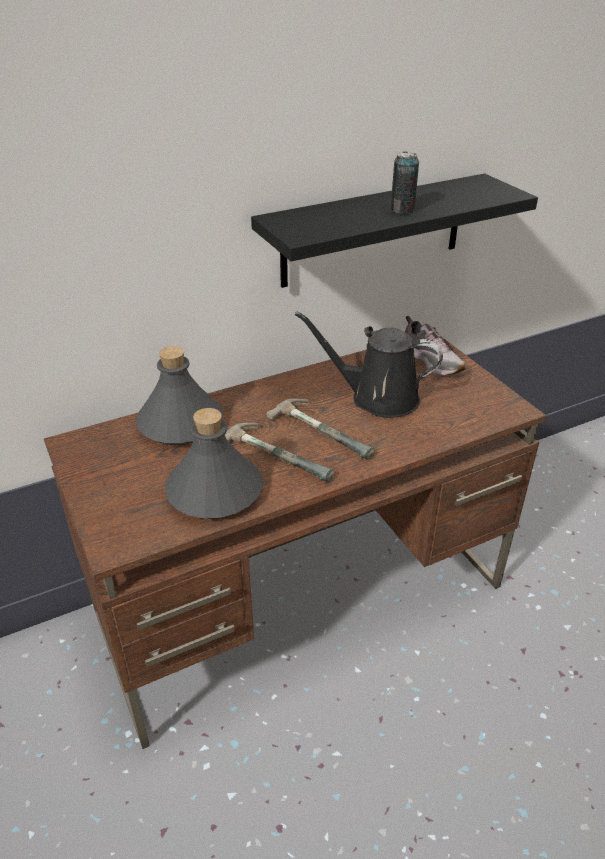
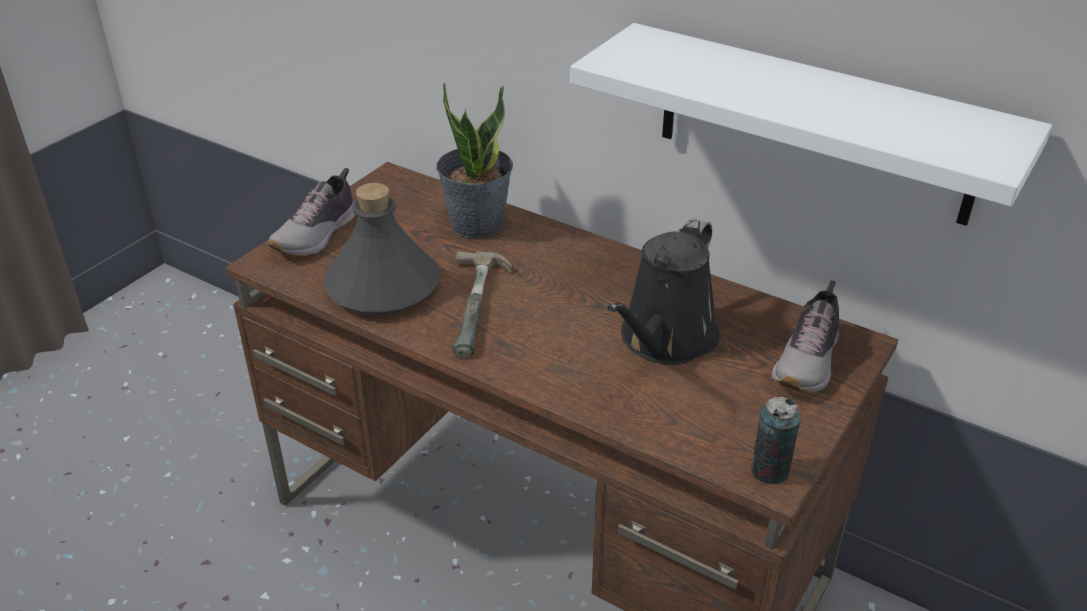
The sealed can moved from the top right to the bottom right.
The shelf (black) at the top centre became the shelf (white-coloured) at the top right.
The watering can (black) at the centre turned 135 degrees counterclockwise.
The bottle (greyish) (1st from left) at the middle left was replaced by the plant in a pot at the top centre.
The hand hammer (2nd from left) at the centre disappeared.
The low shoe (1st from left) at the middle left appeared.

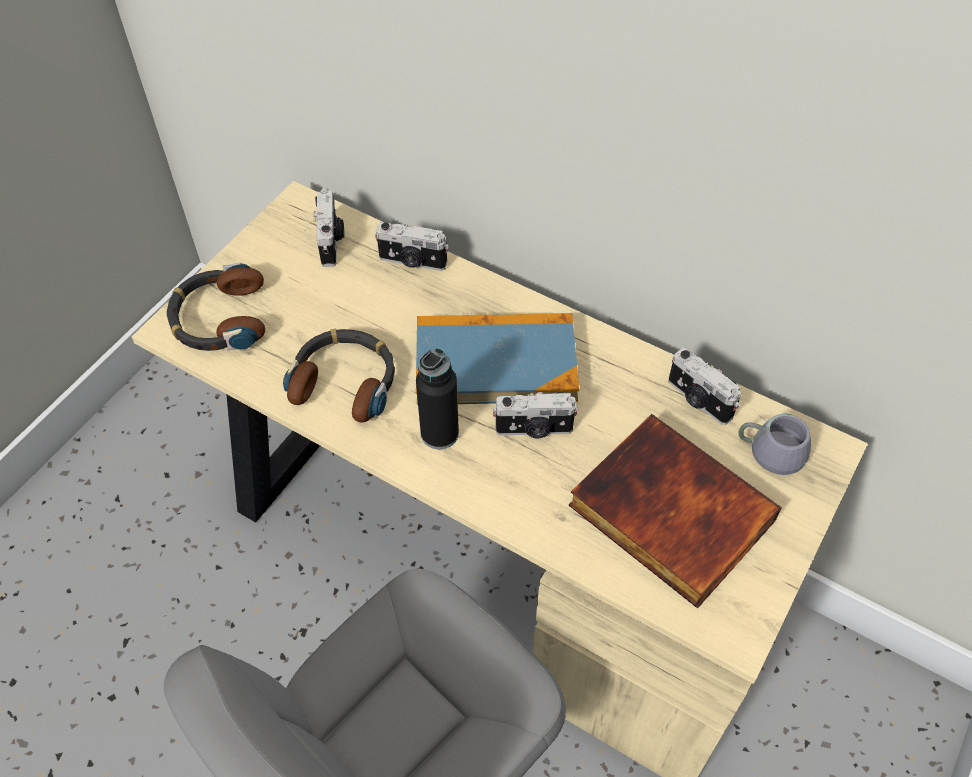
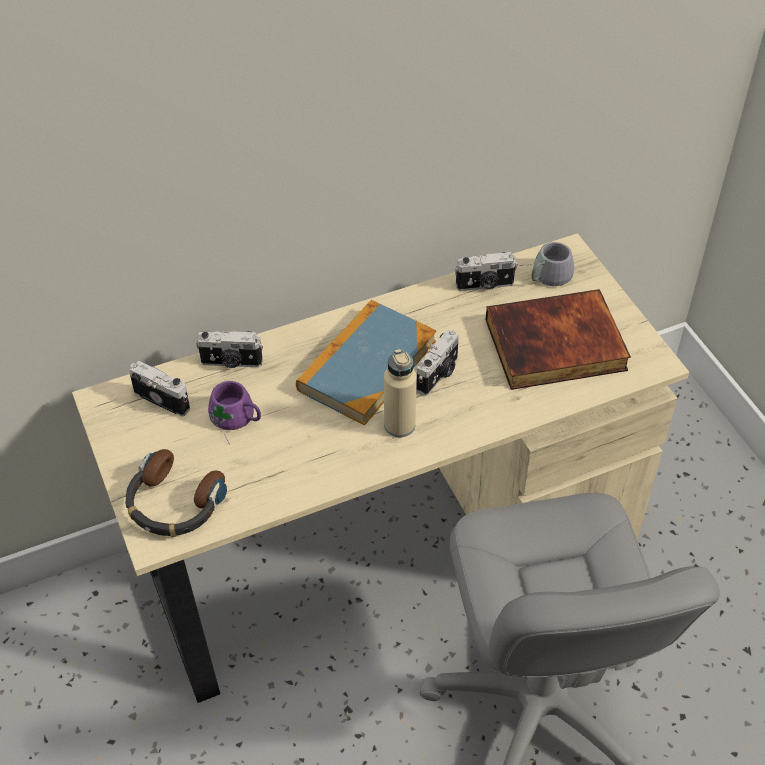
The photo camera (2nd from left) at the top centre turned 45 degrees clockwise.
The headphones (2nd from left) at the centre disappeared.
The bottle (black) at the centre became the bottle (beige-coloured) at the centre.
The mug (purple) at the middle left appeared.

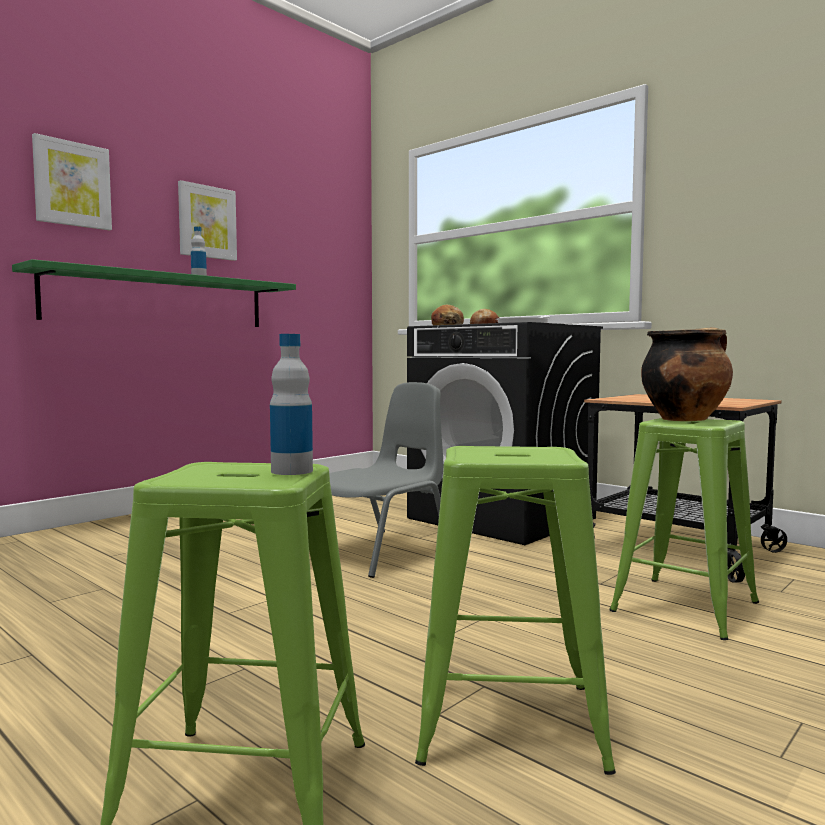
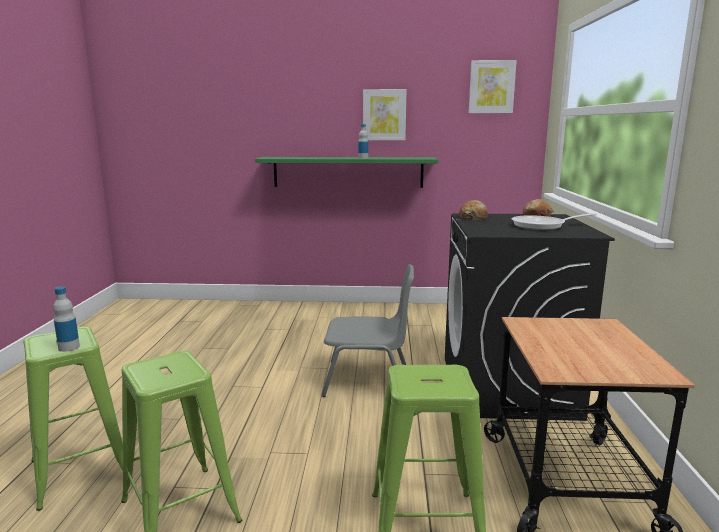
The wall picture (1st from left in the first image) moved from the top left to the top right.
The stockpot at the middle right disappeared.

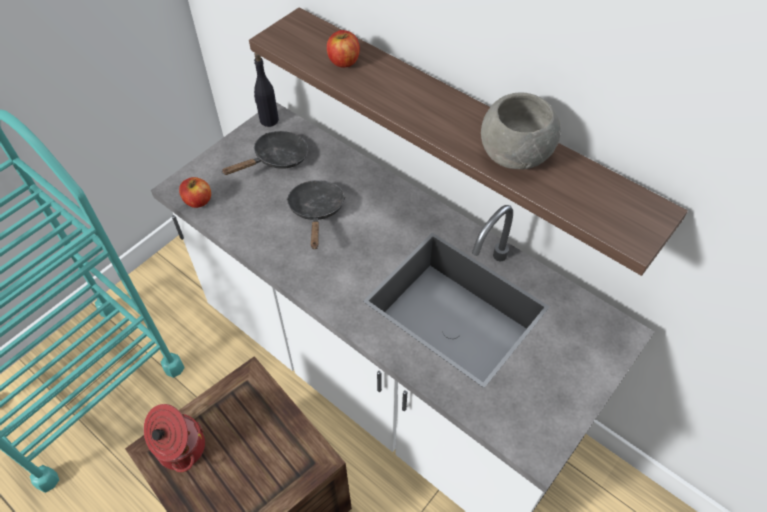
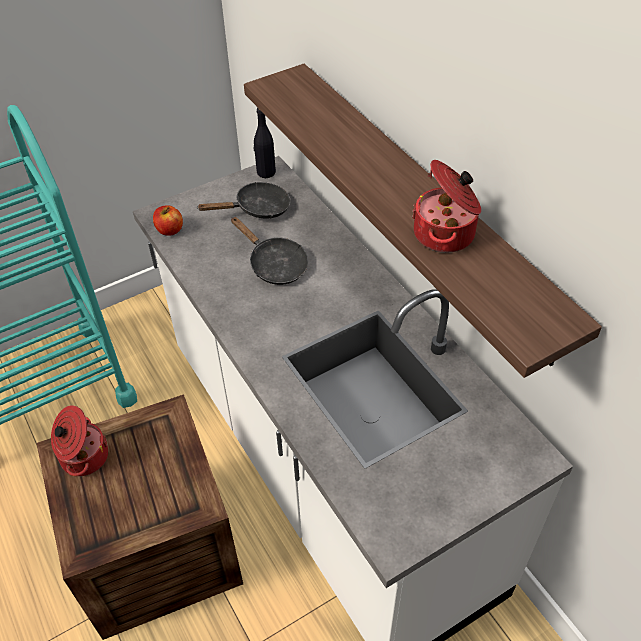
The whole apple (2nd from left) at the top centre disappeared.
The serving bowl (greyish) at the top right was replaced by the stockpot (2nd from left) at the top right.
The frying pan (black) (2nd from left) at the centre turned 120 degrees clockwise.

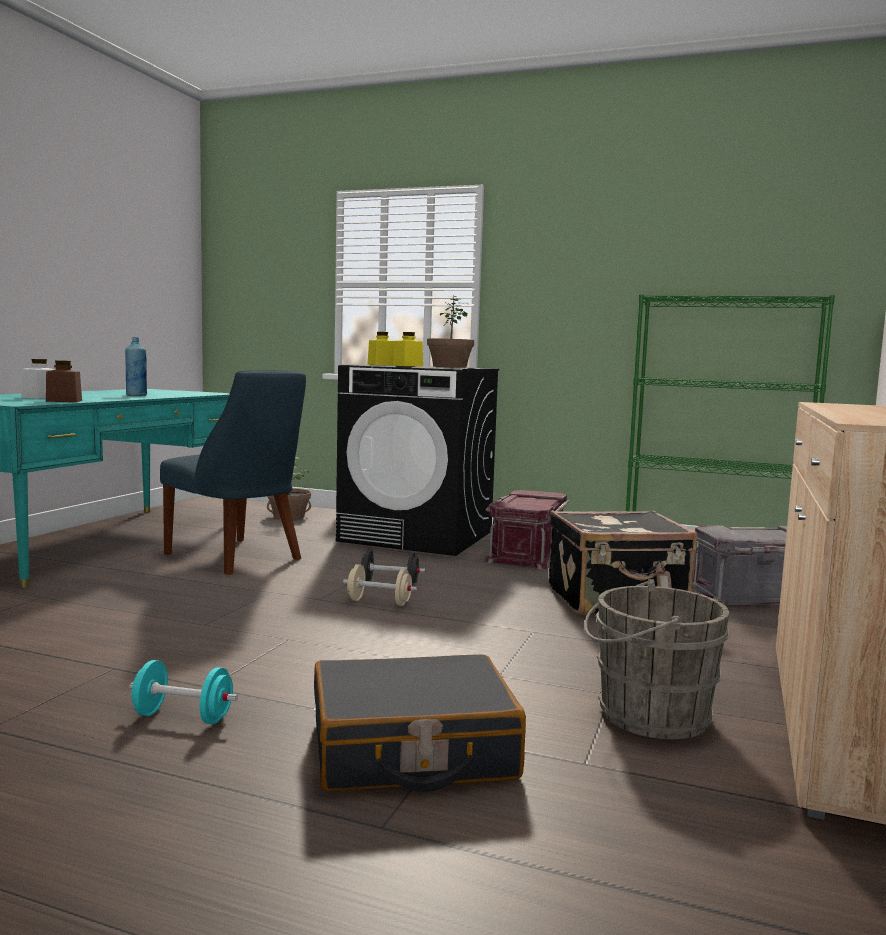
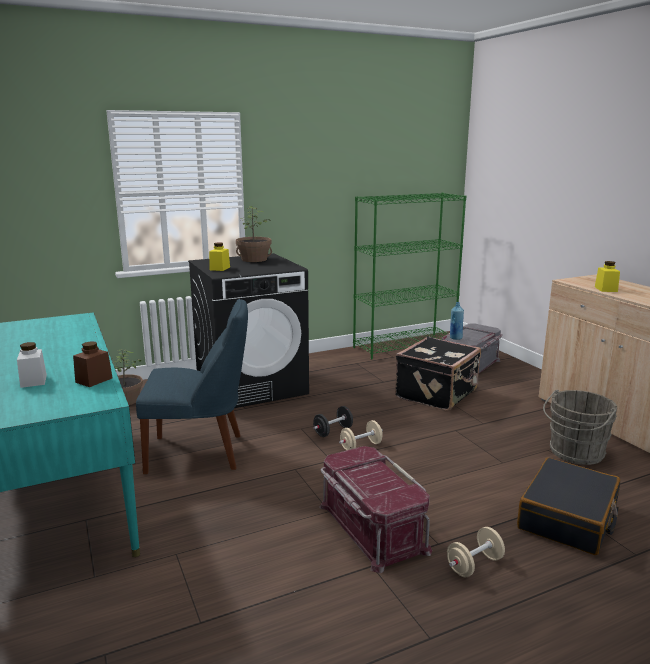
The preserve jar (yellow-coloured) (2nd from left) moved from the centre to the middle right.
The bottle (blue) moved from the middle left to the middle right.
The storage container (reddish) moved from the centre to the bottom centre.
The free weight (turquoise-coloured) at the bottom left became the free weight (beige-coloured) (2nd from left) at the bottom right.

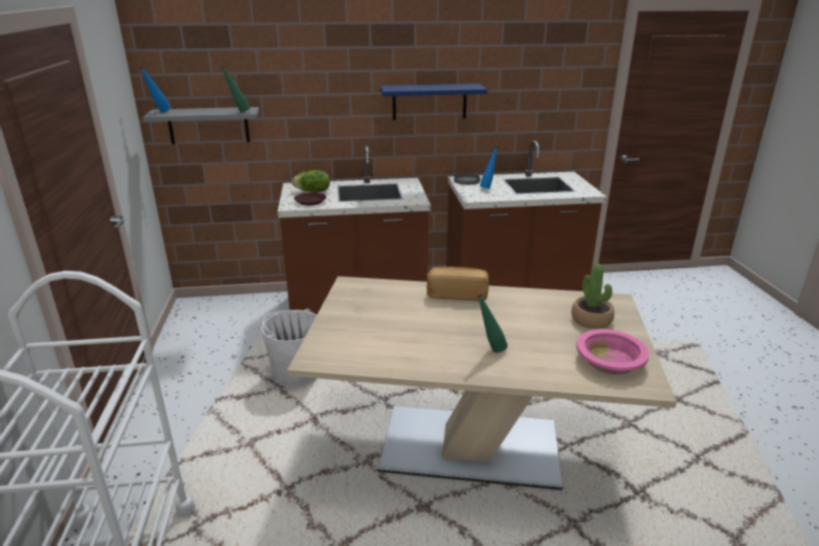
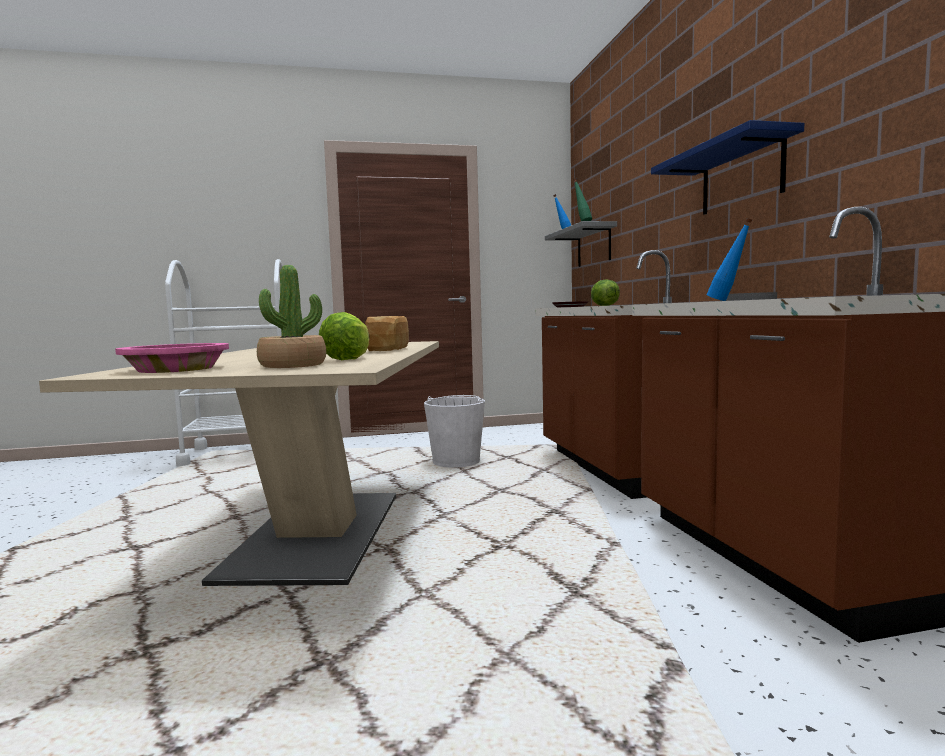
The bottle (green) (2nd from left) at the centre disappeared.
The lettuce head (1st from left) at the centre appeared.

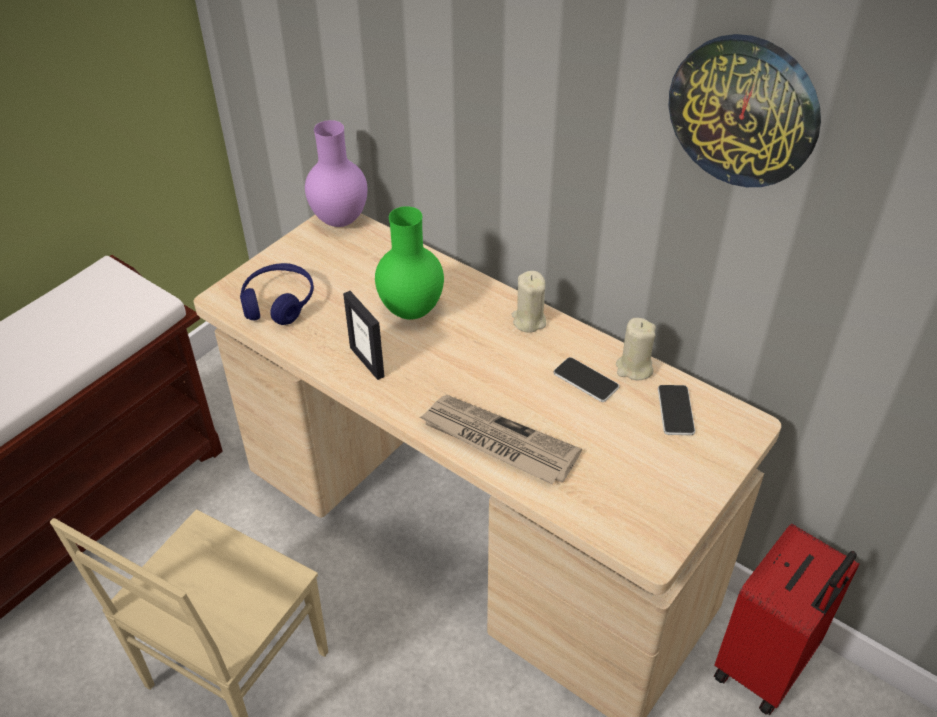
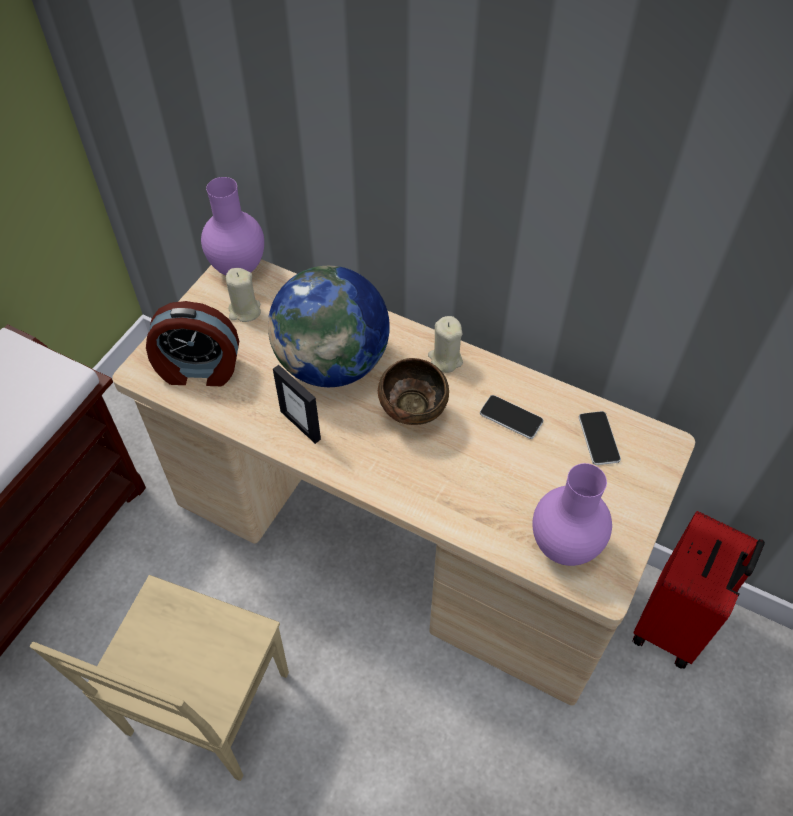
The wall clock at the top right disappeared.
The decorative vase (green) at the centre was replaced by the world globe at the centre.
The headphones (blue) at the middle left was replaced by the alarm clock at the middle left.
The wax light (beige-coloured) (2nd from left in the first image) moved from the middle right to the middle left.
The newspaper at the centre disappeared.
The serving bowl (brownish) at the centre appeared.
The decorative vase (purple) (2nd from left) at the middle right appeared.

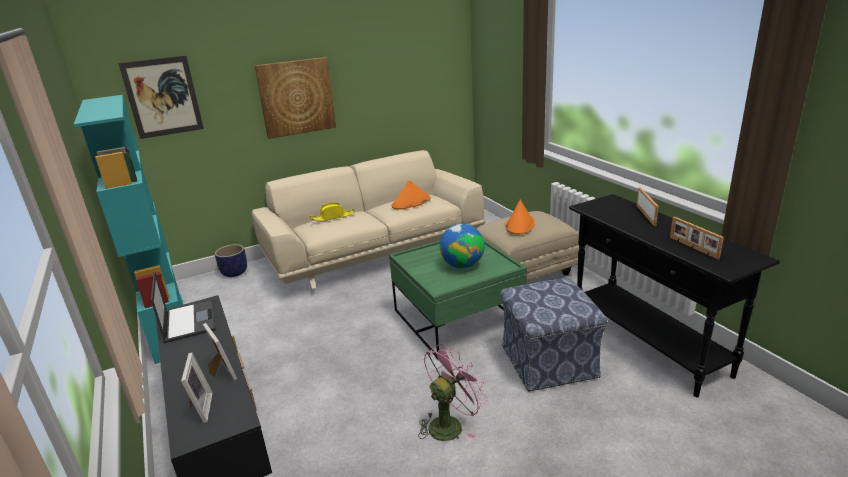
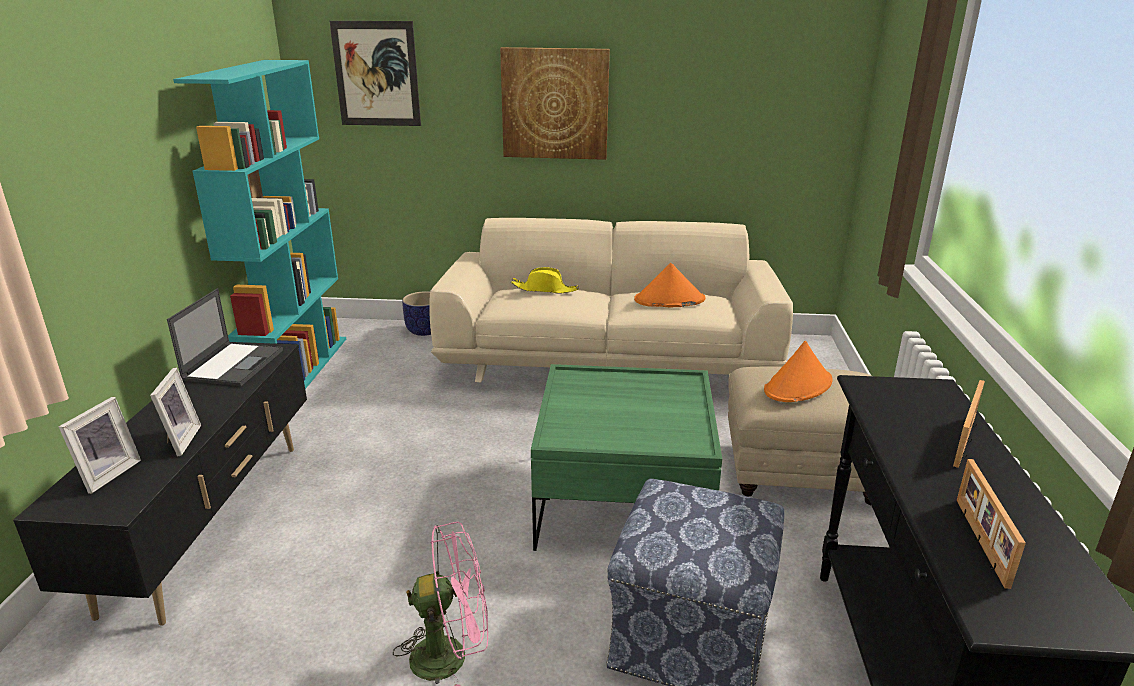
The world globe at the centre disappeared.

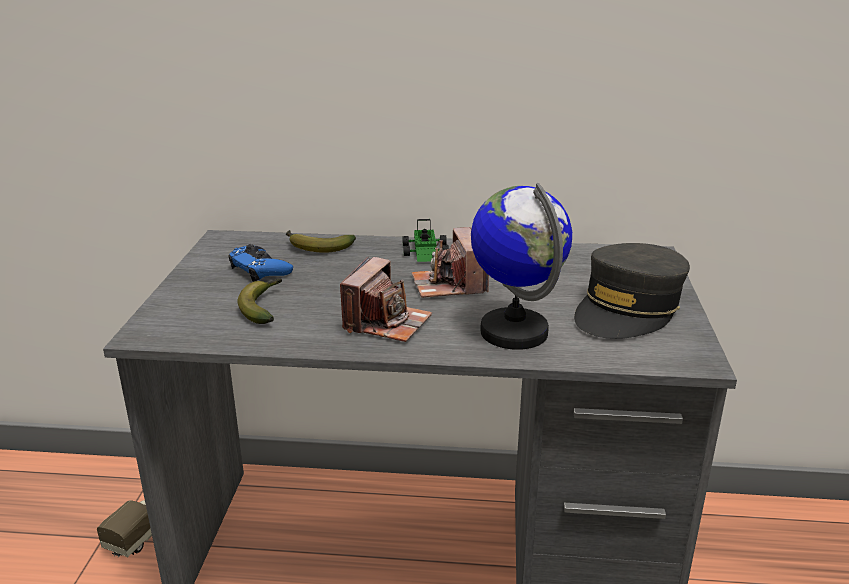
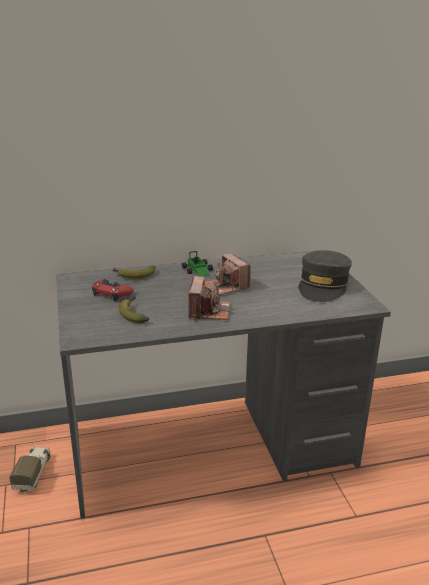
The world globe at the centre disappeared.
The gamepad (blue) at the middle left became the gamepad (reddish) at the middle left.

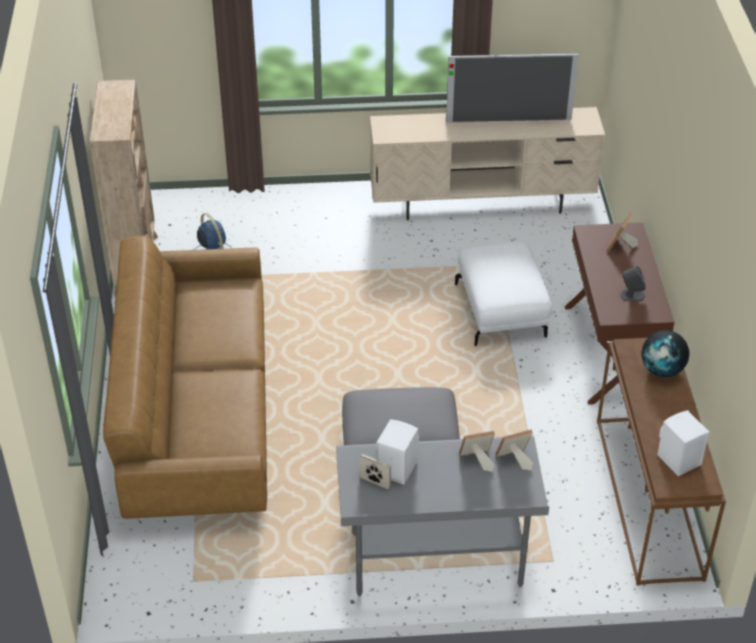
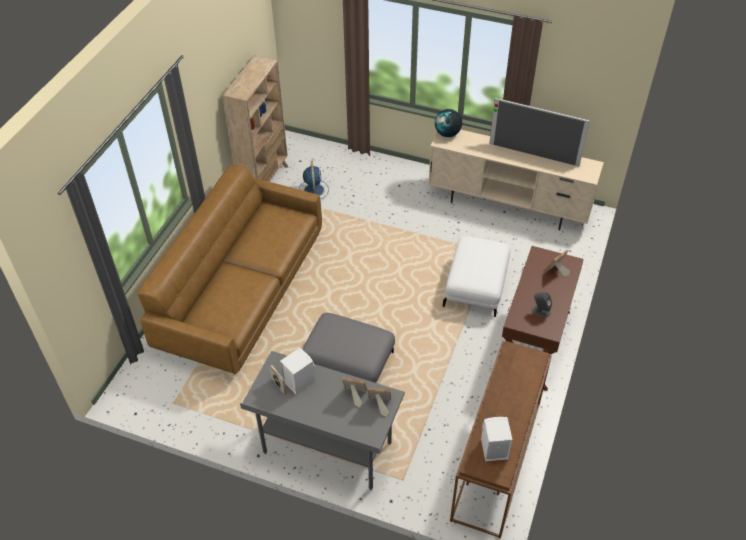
The world globe moved from the middle right to the top centre.

